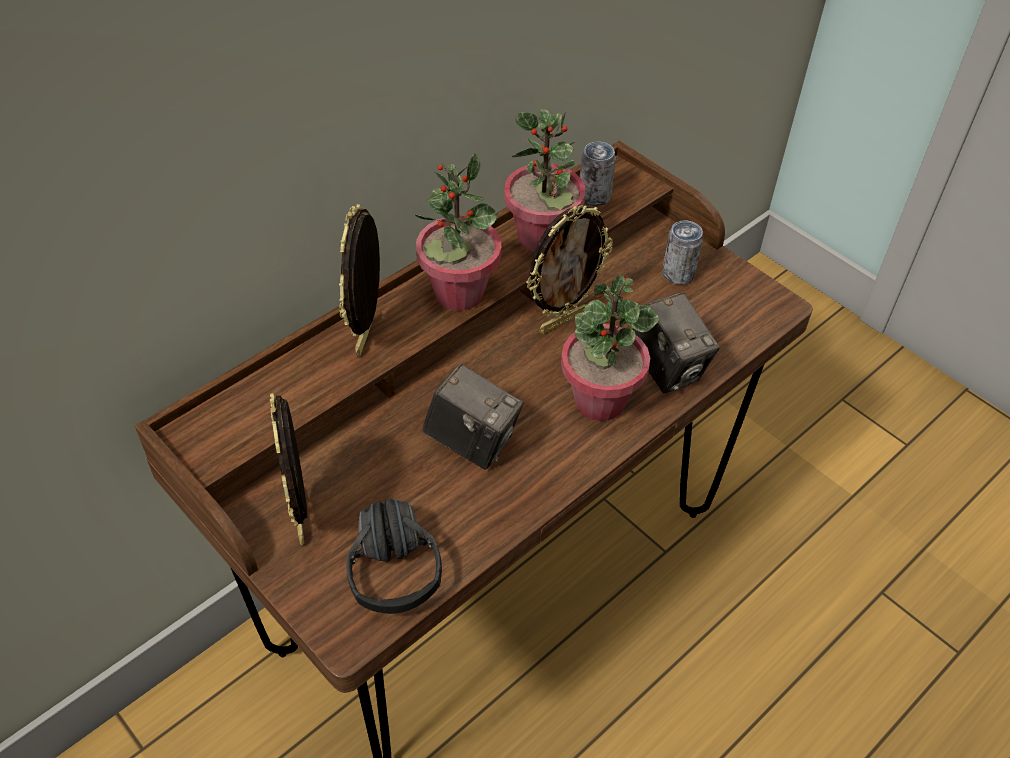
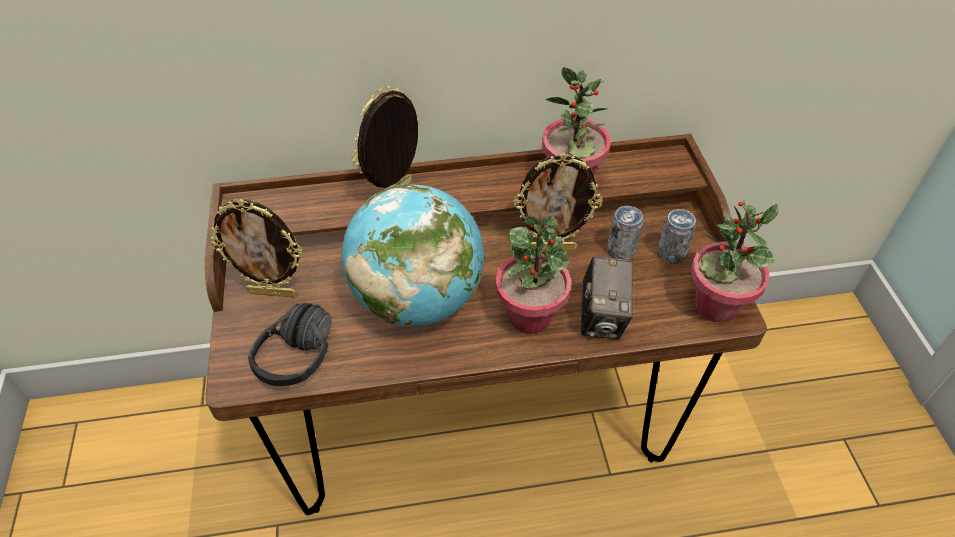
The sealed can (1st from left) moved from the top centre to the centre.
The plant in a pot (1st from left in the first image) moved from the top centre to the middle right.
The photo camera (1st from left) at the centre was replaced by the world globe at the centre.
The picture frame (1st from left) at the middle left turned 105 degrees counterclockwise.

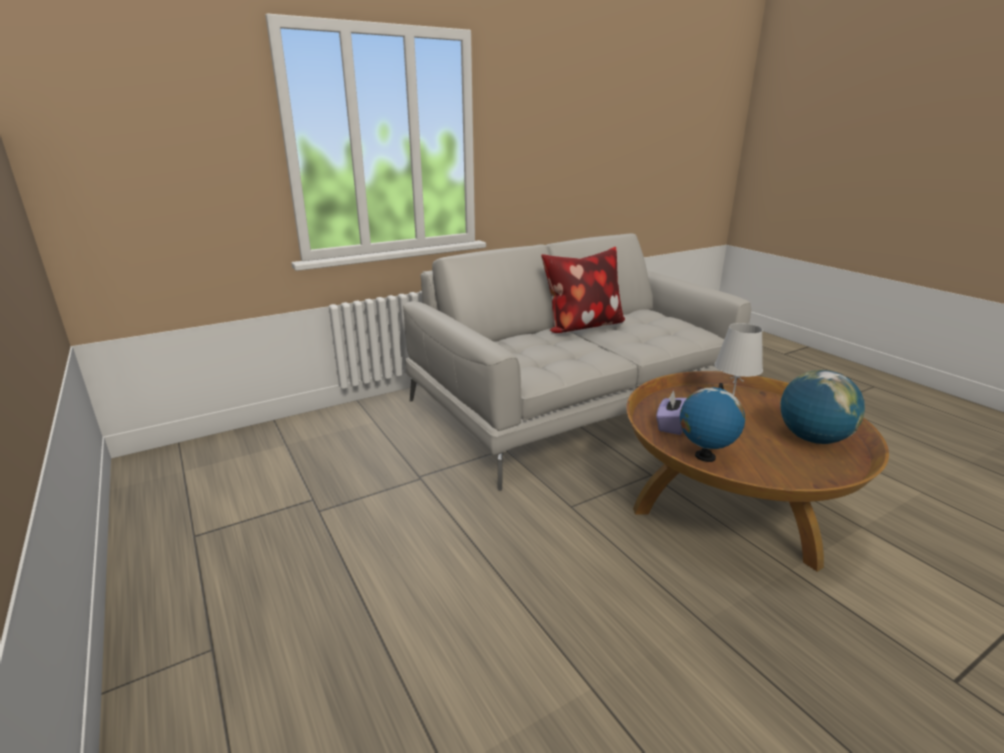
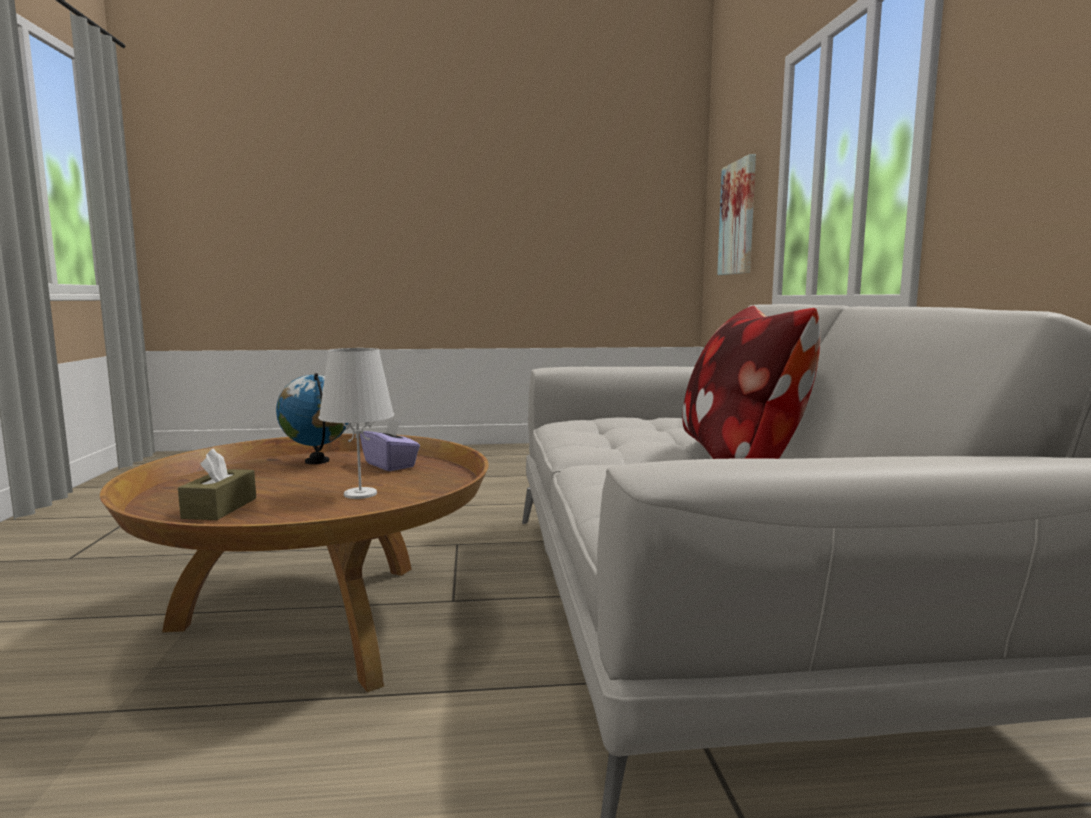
The world globe (2nd from left) at the middle right was replaced by the box of tissues (brownish) at the middle left.
The wall picture at the top right appeared.

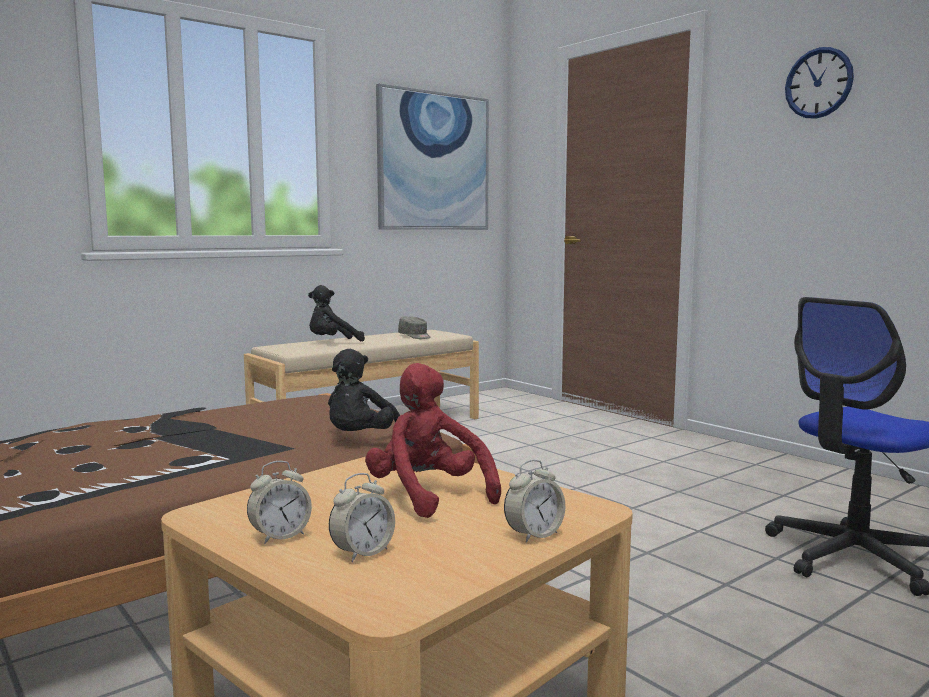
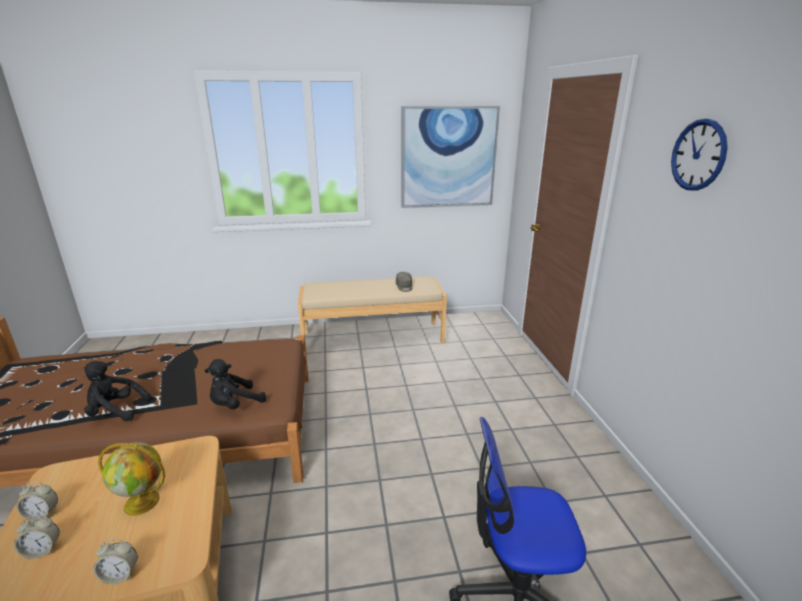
The cuddly toy (black) (1st from left) moved from the centre to the middle left.
The cuddly toy (reddish) at the centre was replaced by the world globe at the bottom left.

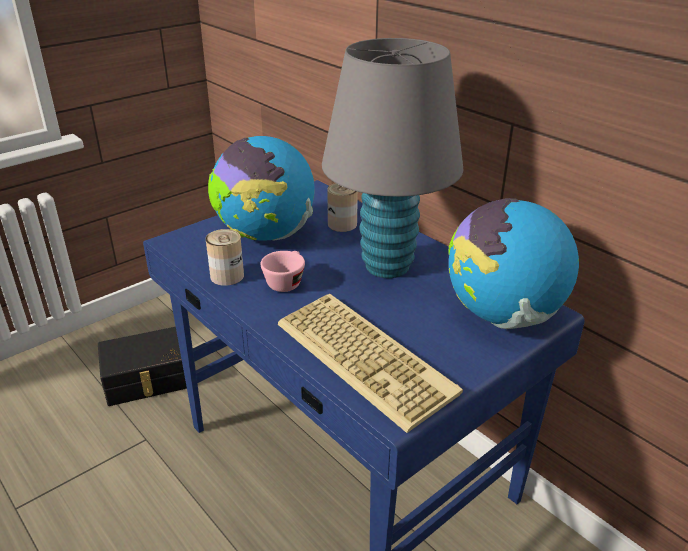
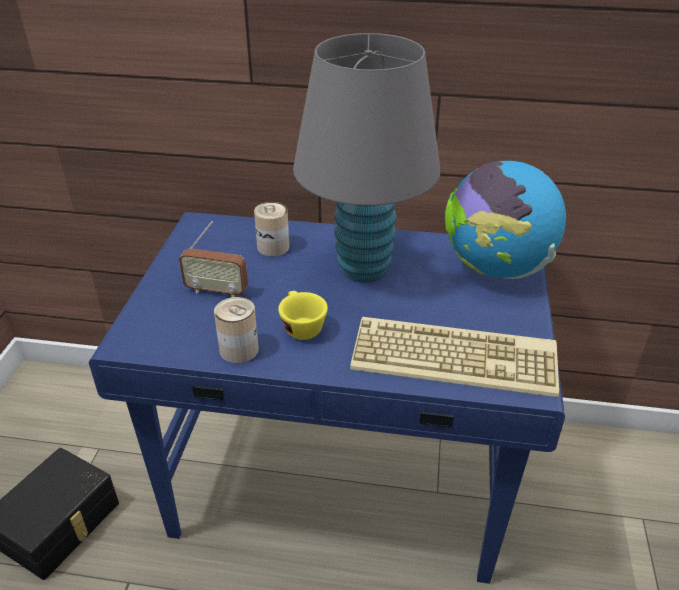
The world globe (1st from left) at the centre was replaced by the radio receiver at the middle left.
The small cup (pinkish) at the centre became the small cup (yellow-coloured) at the centre.

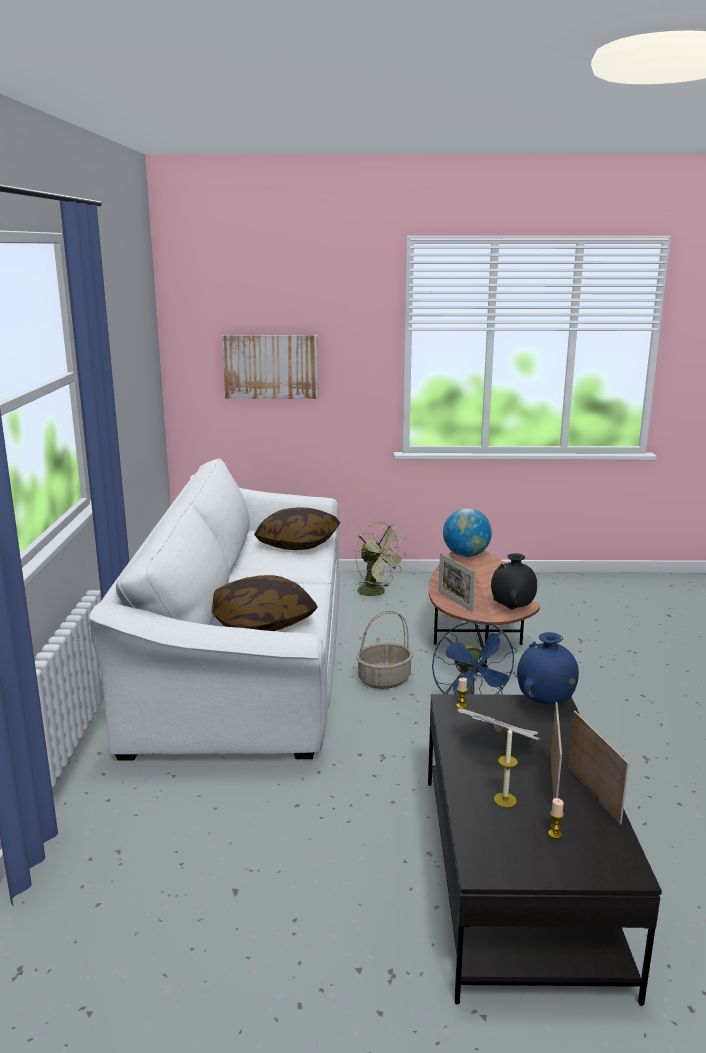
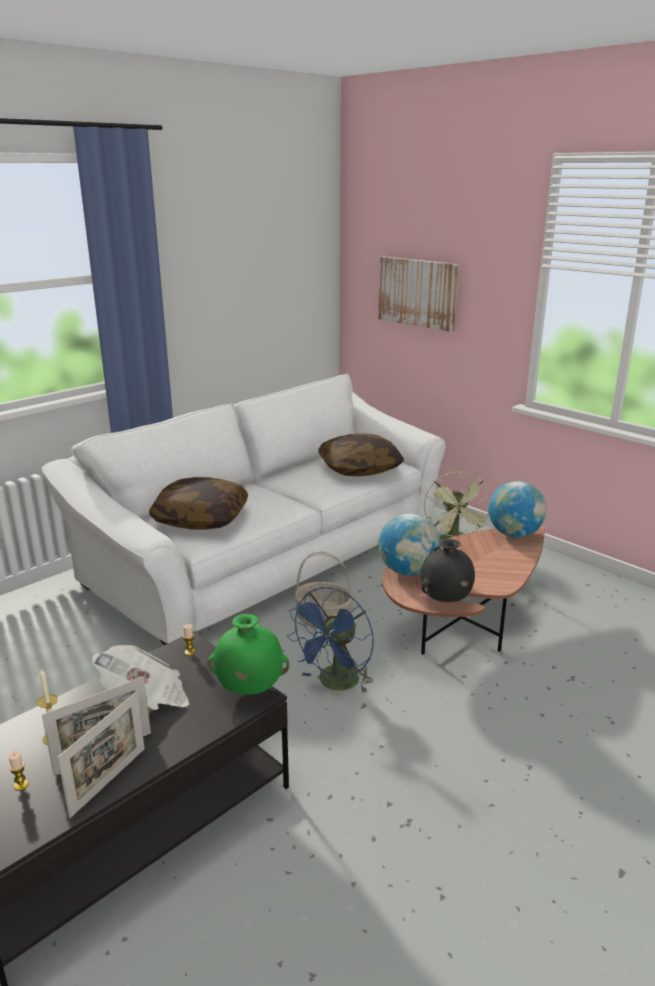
The picture frame (1st from left) at the centre was replaced by the world globe (1st from left) at the centre.
The decorative vase (blue) at the middle right became the decorative vase (green) at the centre.

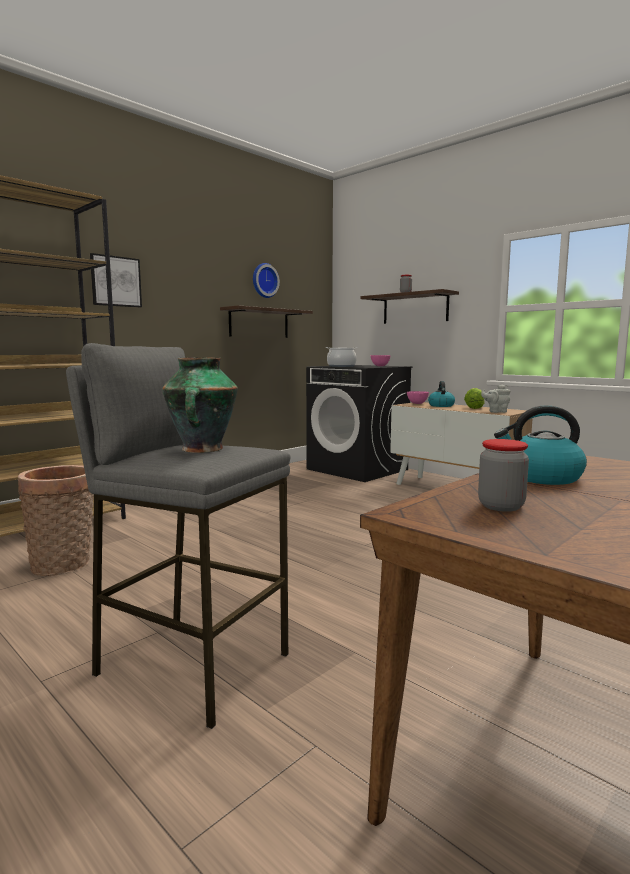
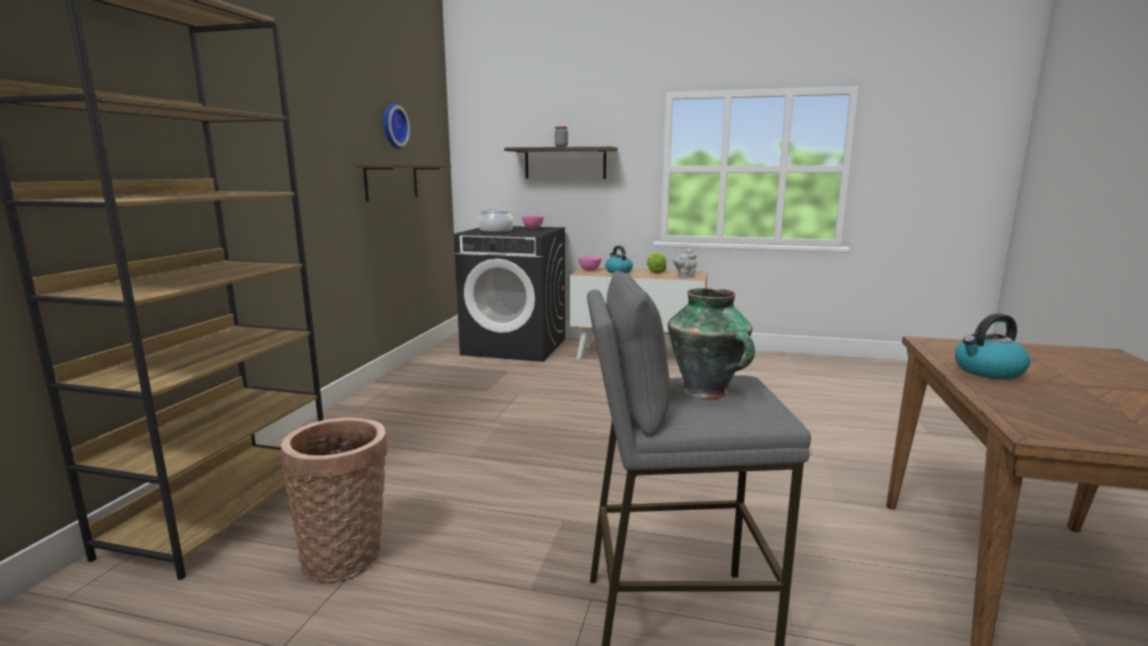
The wall picture at the top left disappeared.
The preserve jar (2nd from left) at the middle right disappeared.

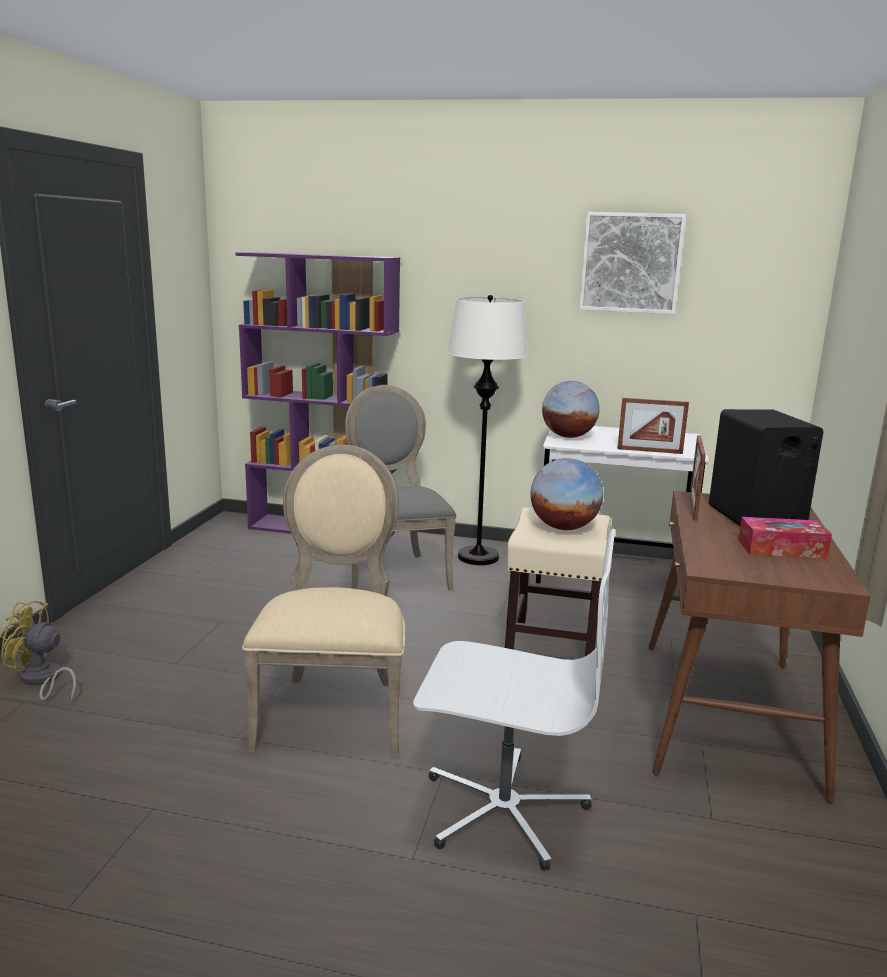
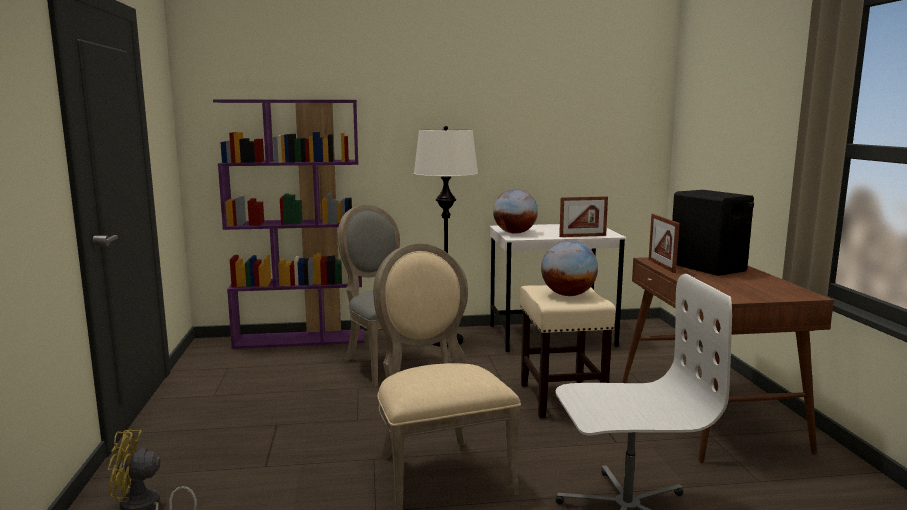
The wall picture at the top right disappeared.
The box of tissues at the middle right disappeared.

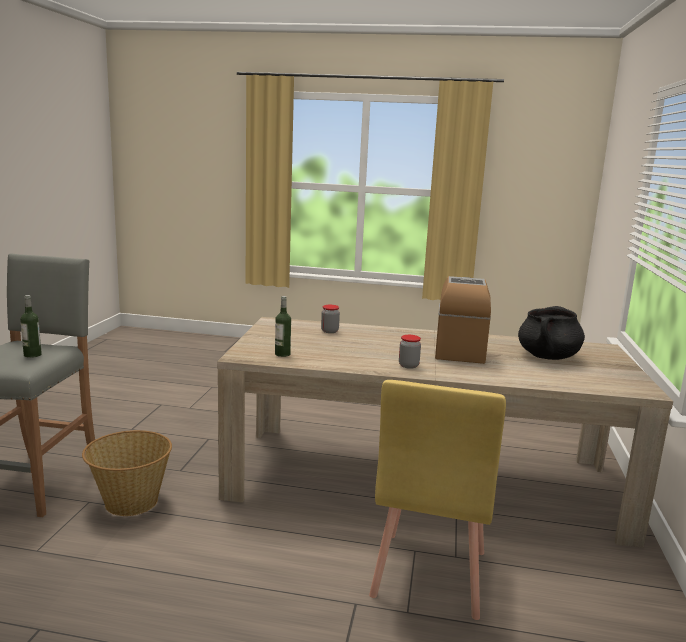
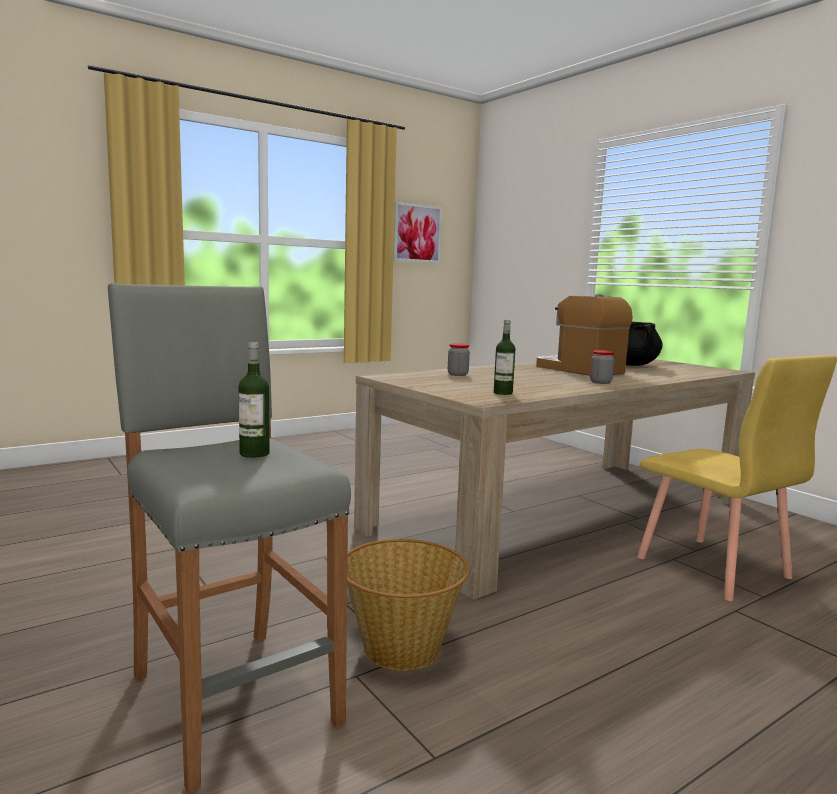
The wall picture at the top centre appeared.

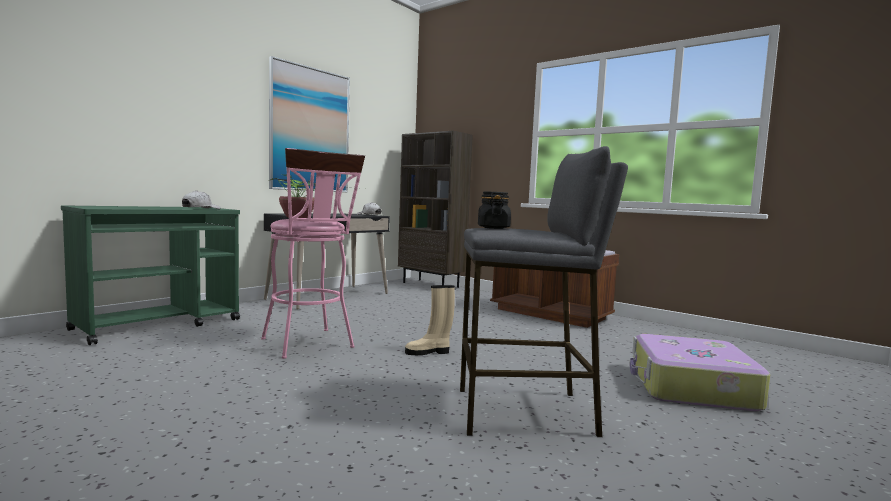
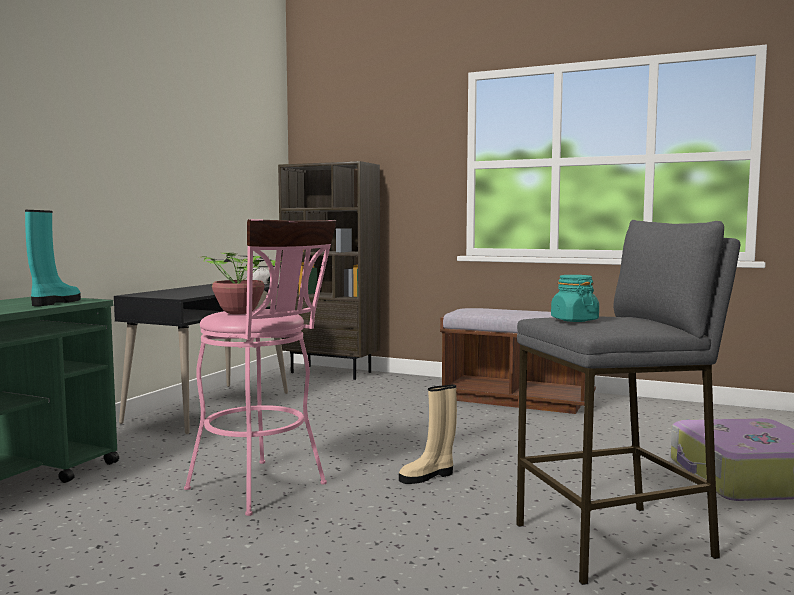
The wall picture at the top centre disappeared.
The cap (white-coloured) (1st from left) at the middle left was replaced by the boot (turquoise-coloured) at the middle left.
The preserve jar (black) at the centre became the preserve jar (turquoise-coloured) at the middle right.

